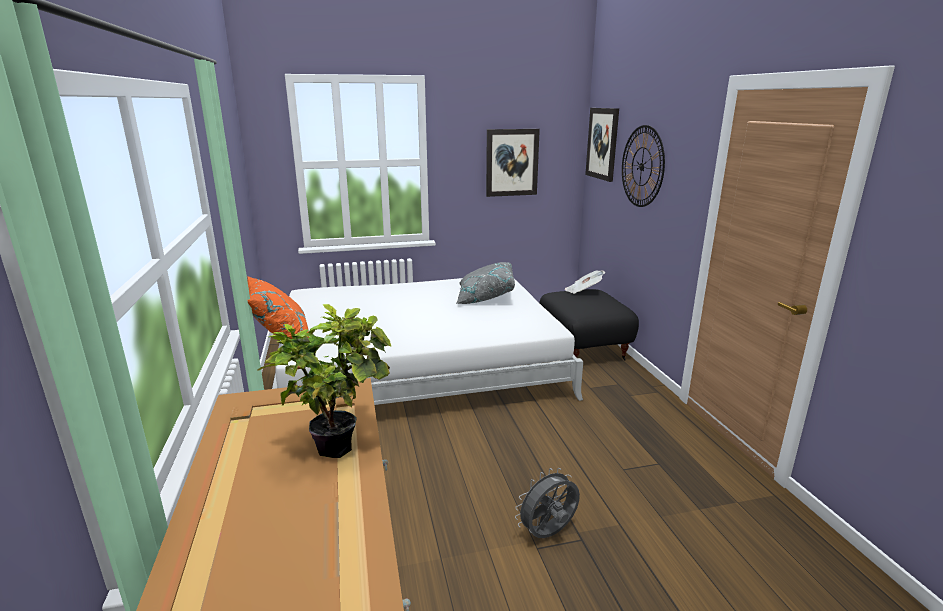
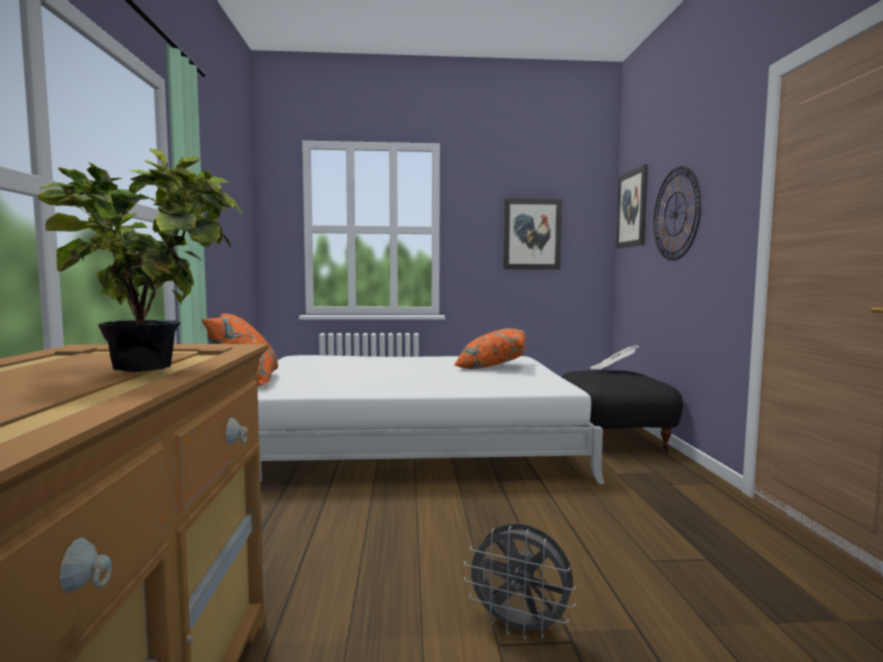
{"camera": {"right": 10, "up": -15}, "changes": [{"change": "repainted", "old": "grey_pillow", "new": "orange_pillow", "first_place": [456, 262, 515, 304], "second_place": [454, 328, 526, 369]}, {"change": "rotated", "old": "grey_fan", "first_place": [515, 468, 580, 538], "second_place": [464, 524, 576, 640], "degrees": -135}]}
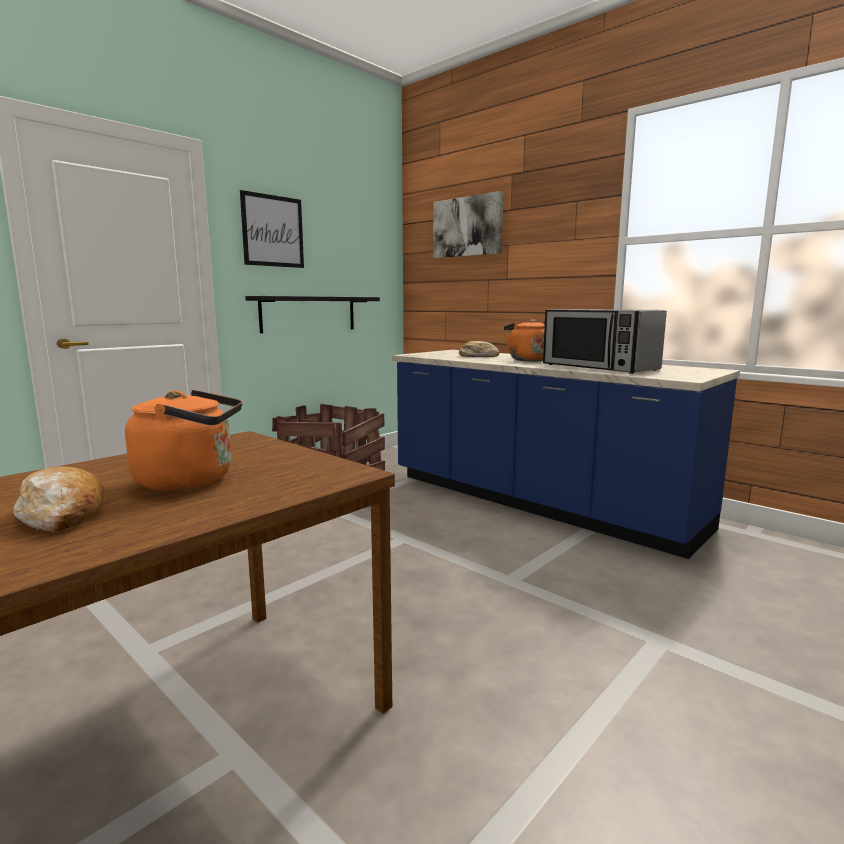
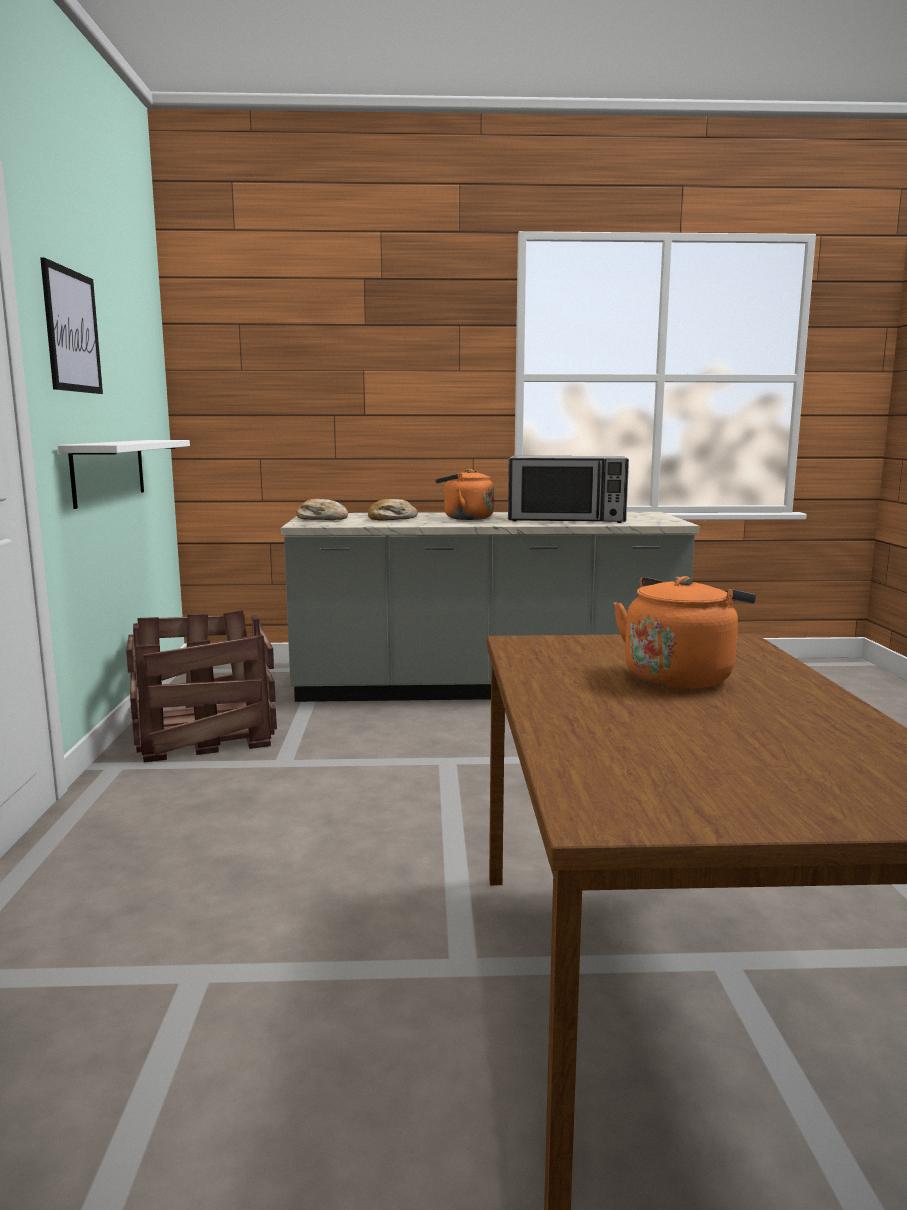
{"camera": {"right": -45, "up": 0}, "changes": [{"change": "shifted", "old": "bread", "first_place": [14, 467, 104, 532], "second_place": [296, 499, 348, 520]}, {"change": "repainted", "old": "black_shelf", "new": "white_shelf", "first_place": [245, 296, 380, 333], "second_place": [58, 440, 190, 509]}, {"change": "repainted", "old": "blue_counter", "new": "grey_counter", "first_place": [392, 350, 740, 559], "second_place": [281, 512, 699, 702]}, {"change": "gone", "old": "picture", "first_place": [433, 191, 503, 258]}]}
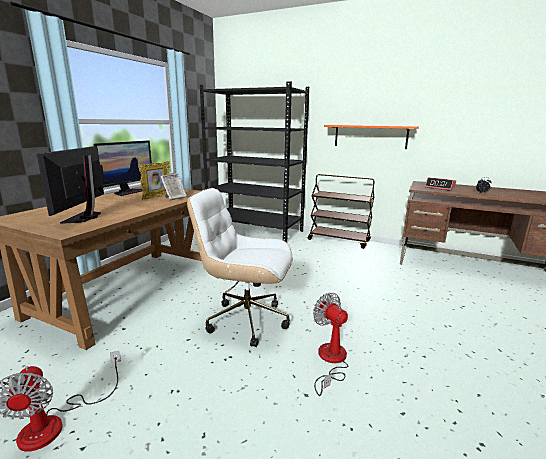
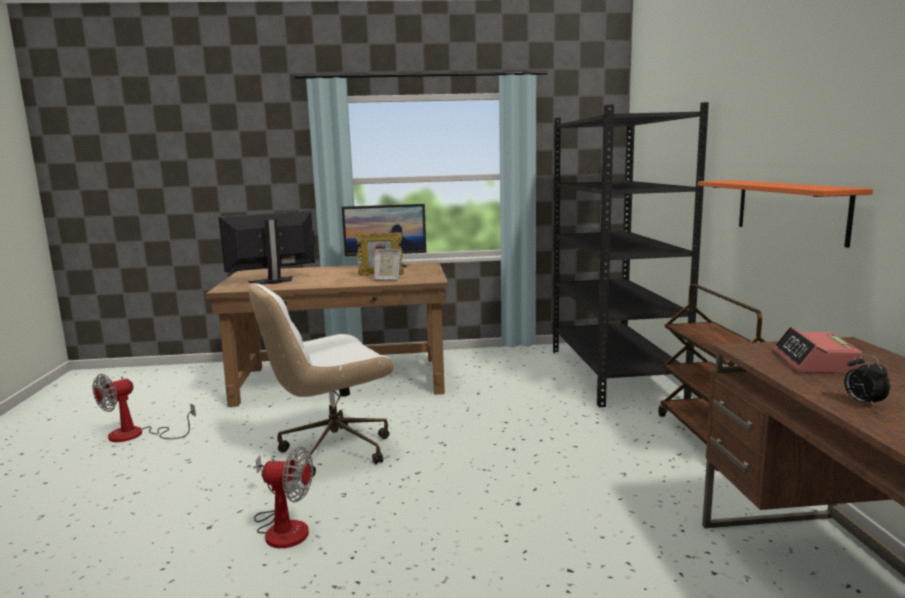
{"camera": {"right": 60, "up": -5}, "changes": [{"change": "rotated", "old": "white_office_chair", "first_place": [187, 188, 293, 347], "second_place": [249, 283, 394, 477], "degrees": -105}, {"change": "rotated", "old": "fan", "first_place": [313, 293, 348, 396], "second_place": [254, 446, 313, 548], "degrees": 75}]}
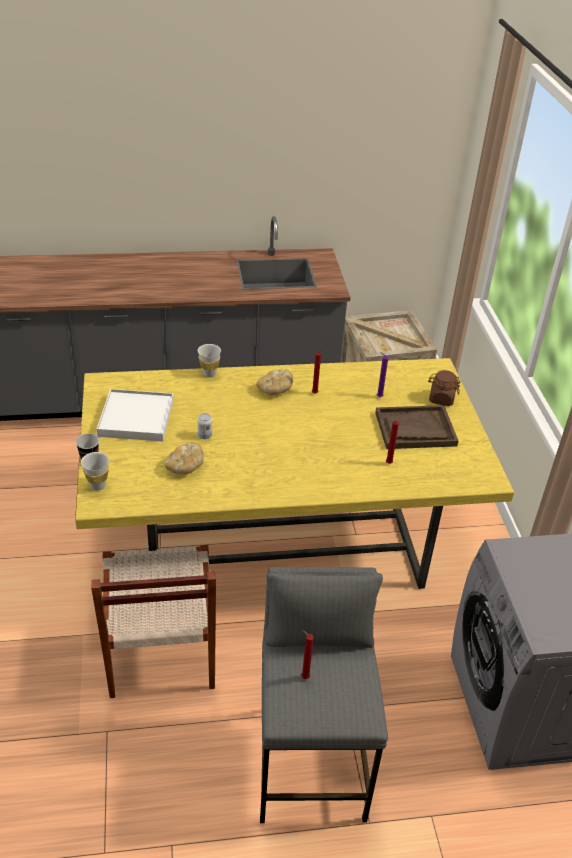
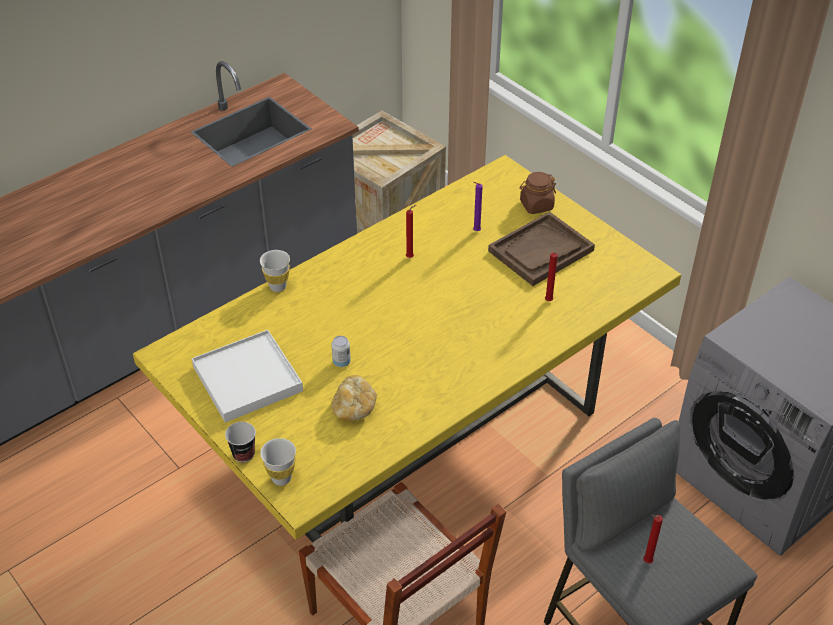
{"camera": {"right": -30, "up": 5}, "changes": [{"change": "gone", "old": "bread", "first_place": [256, 370, 293, 395]}]}
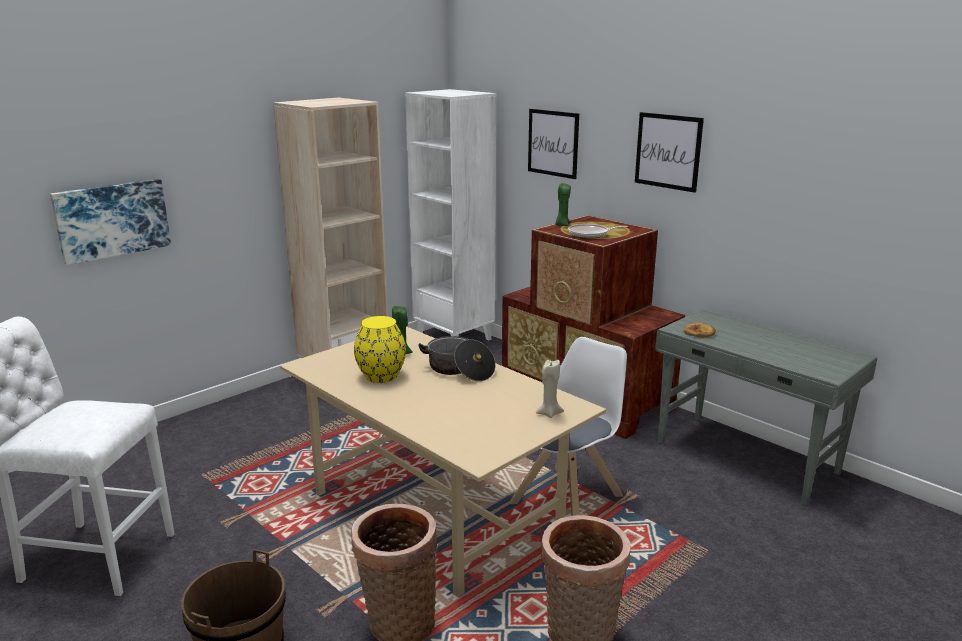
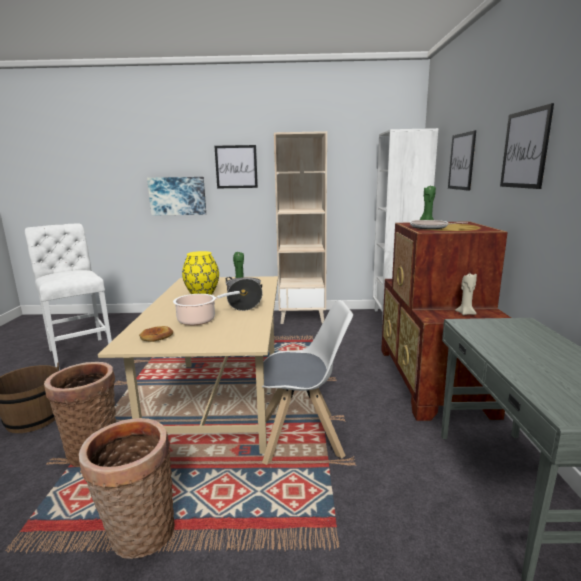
{"camera": {"right": 45, "up": -5}, "changes": [{"change": "shifted", "old": "beige_candle", "first_place": [536, 360, 564, 418], "second_place": [455, 273, 477, 315]}, {"change": "shifted", "old": "bread", "first_place": [684, 323, 716, 337], "second_place": [139, 326, 173, 342]}, {"change": "new", "new": "cooking_pot", "second_place": [173, 291, 240, 325]}, {"change": "new", "new": "picture", "second_place": [215, 145, 258, 188]}]}
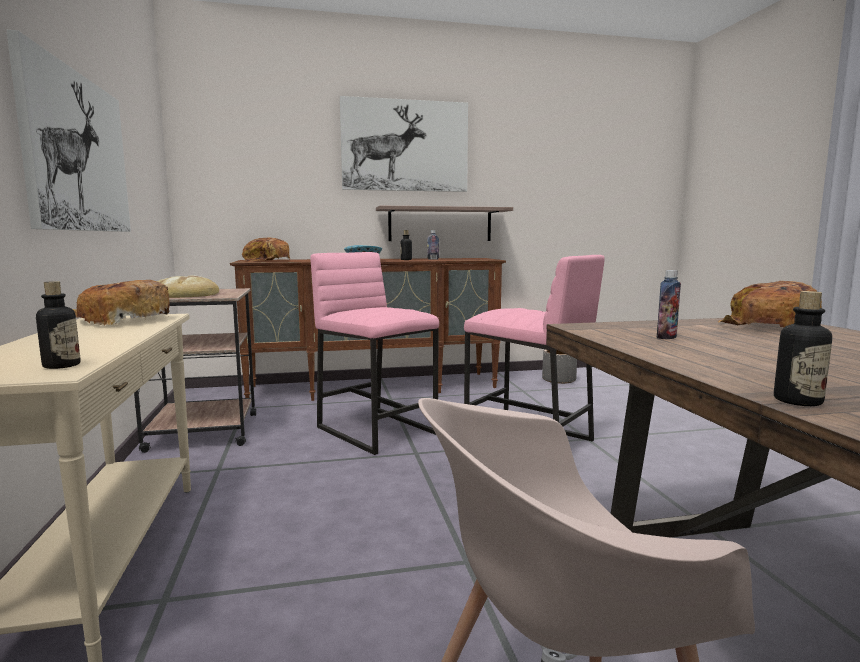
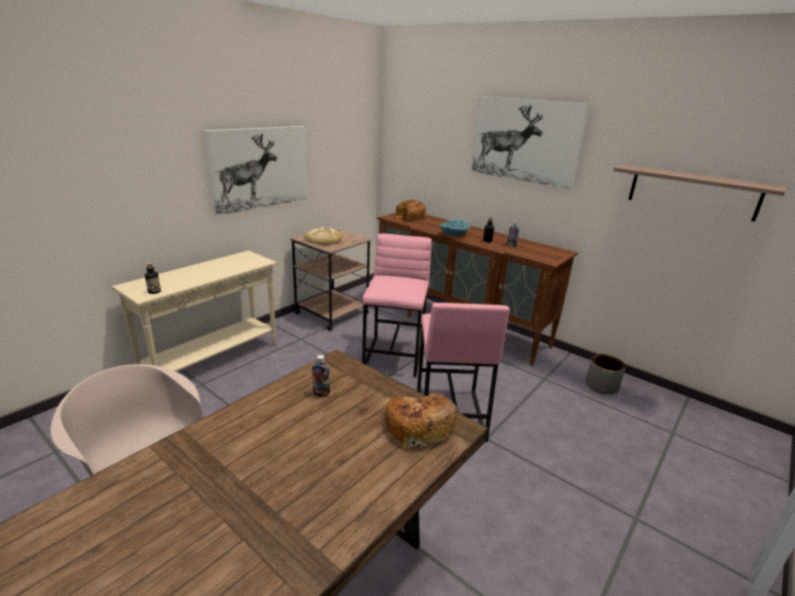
{"camera": {"right": 50, "up": 15}, "changes": [{"change": "gone", "old": "bread", "first_place": [73, 280, 170, 325]}, {"change": "shifted", "old": "shelf", "first_place": [376, 206, 513, 241], "second_place": [613, 164, 787, 222]}, {"change": "gone", "old": "bottle", "first_place": [774, 291, 832, 406]}]}
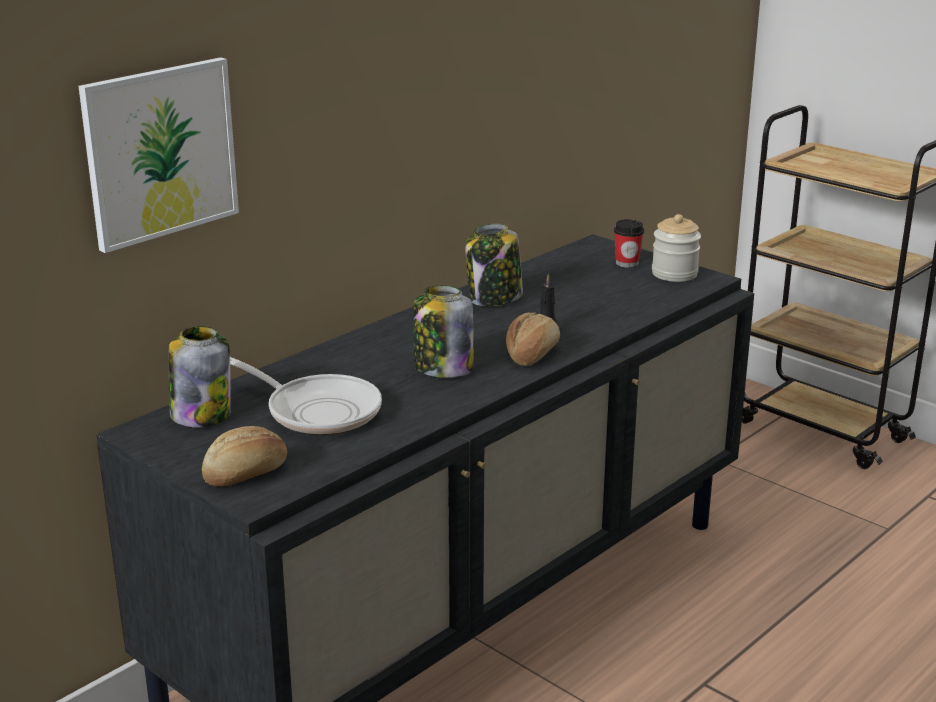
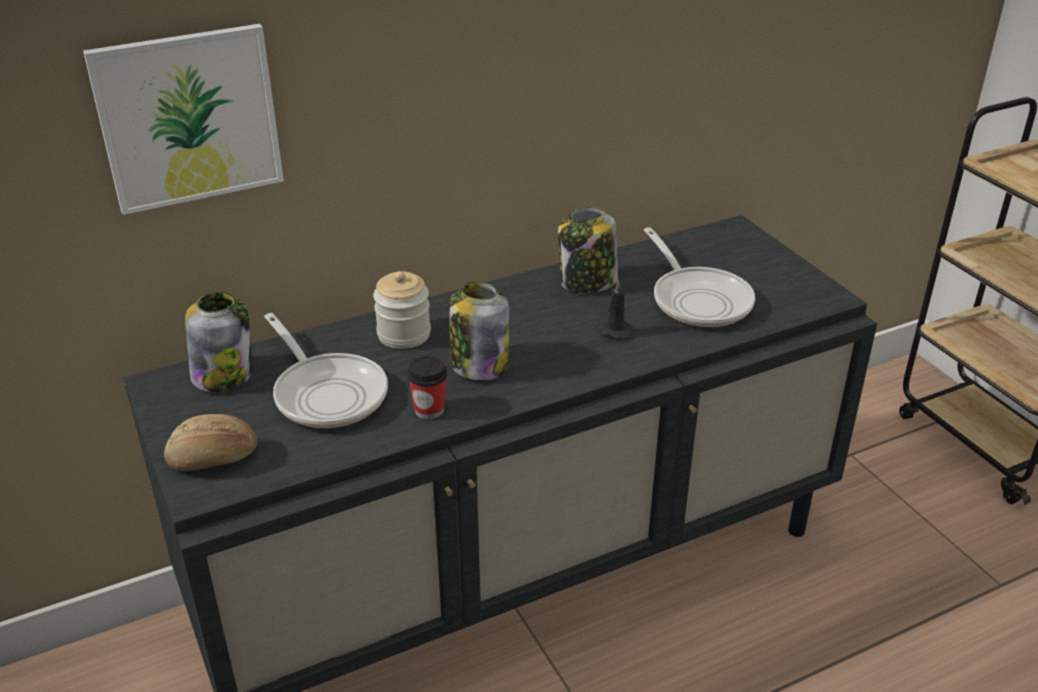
{"camera": {"right": 20, "up": 10}, "changes": [{"change": "gone", "old": "bread", "first_place": [506, 312, 560, 366]}, {"change": "shifted", "old": "cup", "first_place": [614, 219, 644, 268], "second_place": [407, 356, 447, 419]}, {"change": "shifted", "old": "jar", "first_place": [652, 214, 701, 282], "second_place": [373, 271, 431, 349]}, {"change": "new", "new": "frying_pan", "second_place": [644, 227, 755, 327]}]}
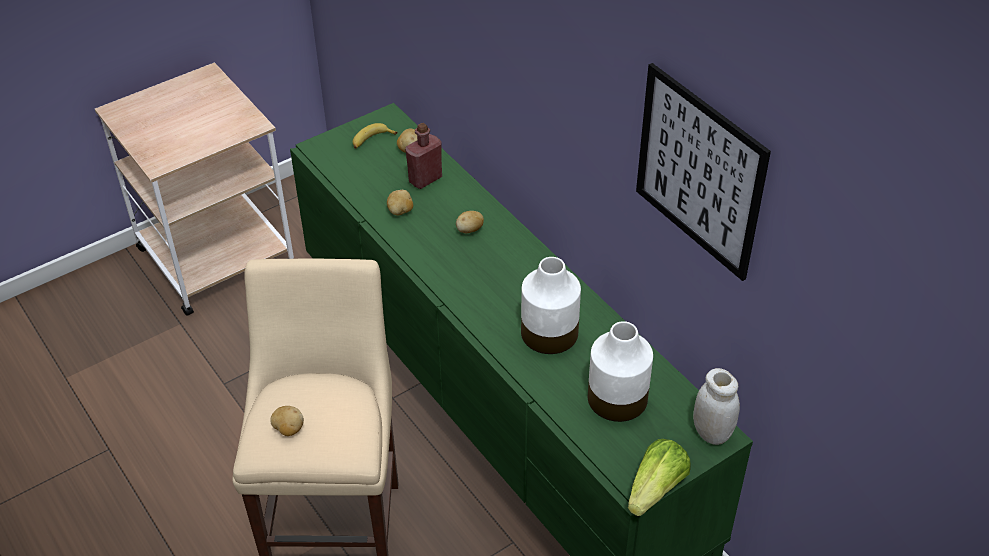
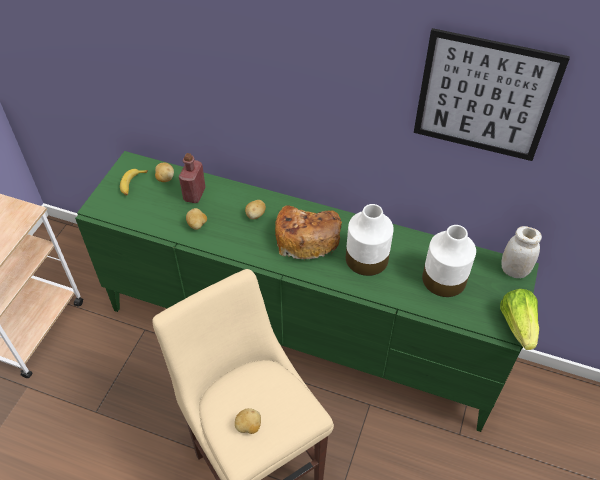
{"camera": {"right": -35, "up": 5}, "changes": [{"change": "new", "new": "bread", "second_place": [275, 206, 342, 260]}]}
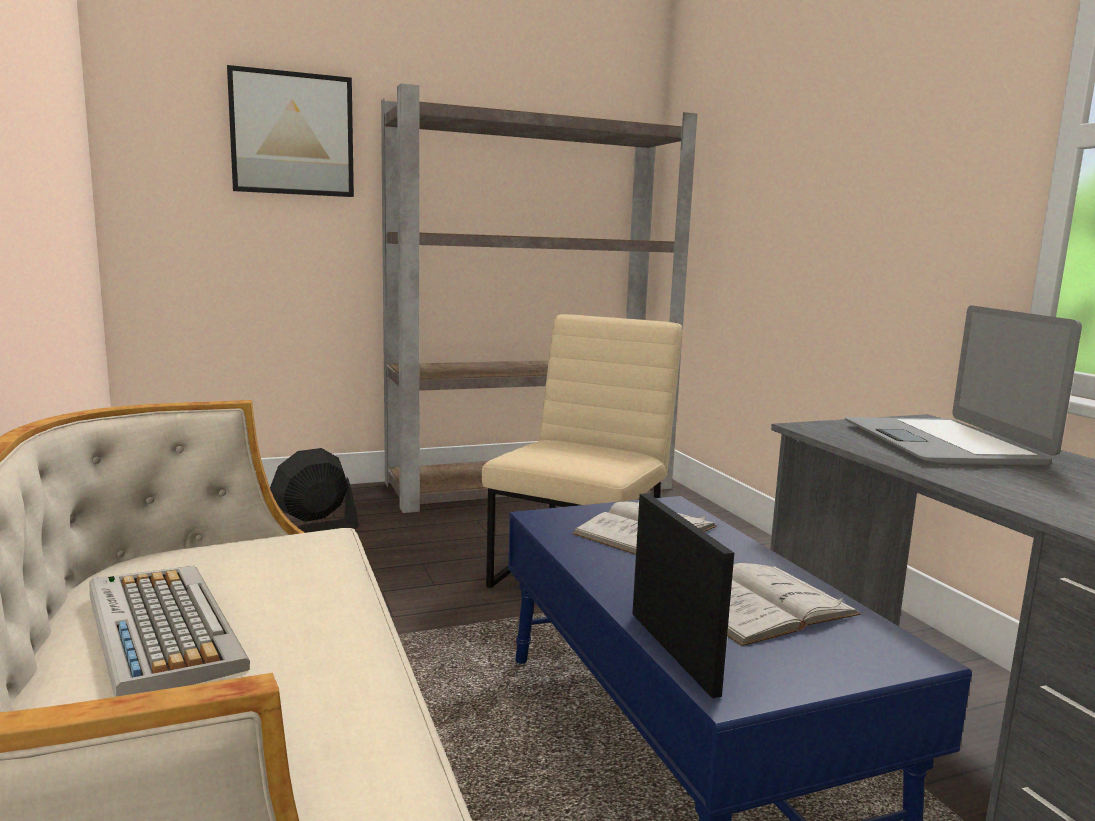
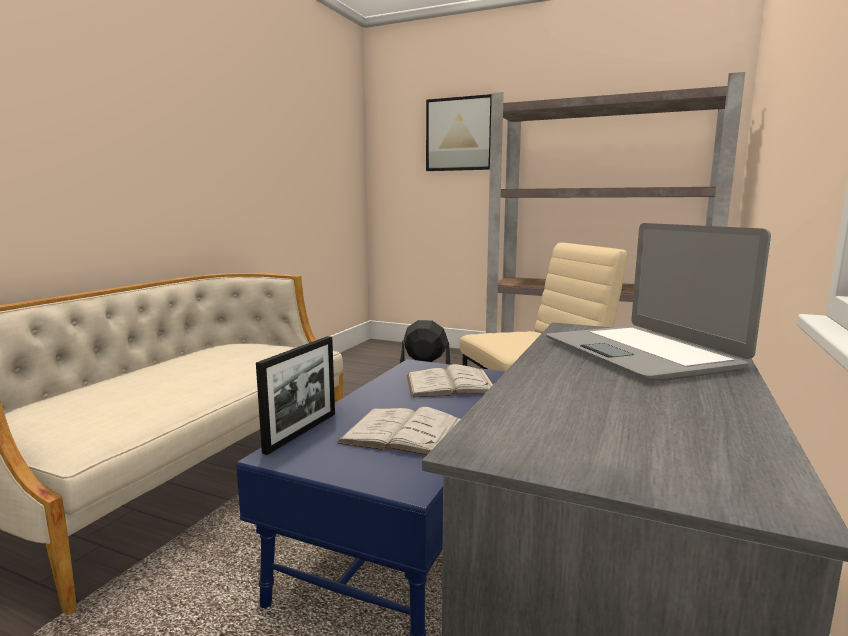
{"camera": {"right": 45, "up": 0}, "changes": [{"change": "gone", "old": "keyboard", "first_place": [90, 566, 250, 697]}, {"change": "rotated", "old": "laptop", "first_place": [845, 305, 1082, 467], "second_place": [546, 223, 771, 381], "degrees": -60}]}
